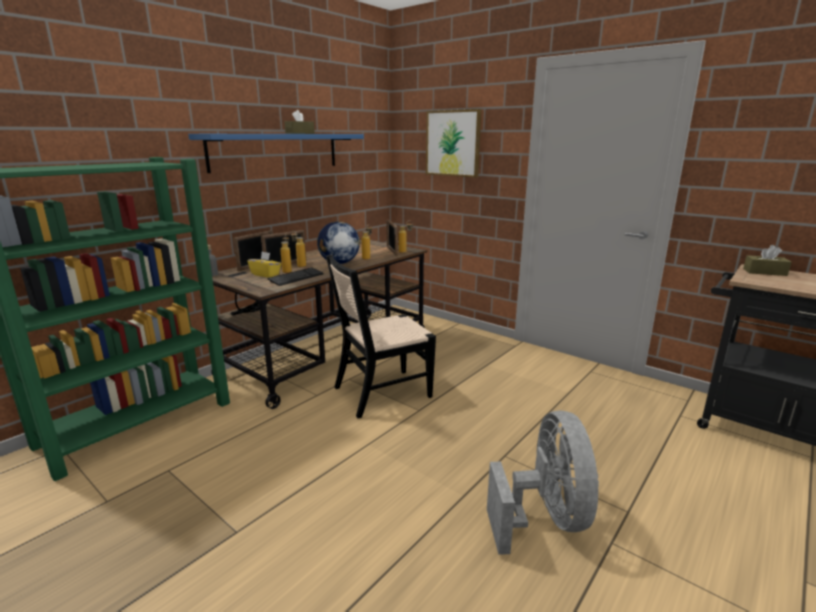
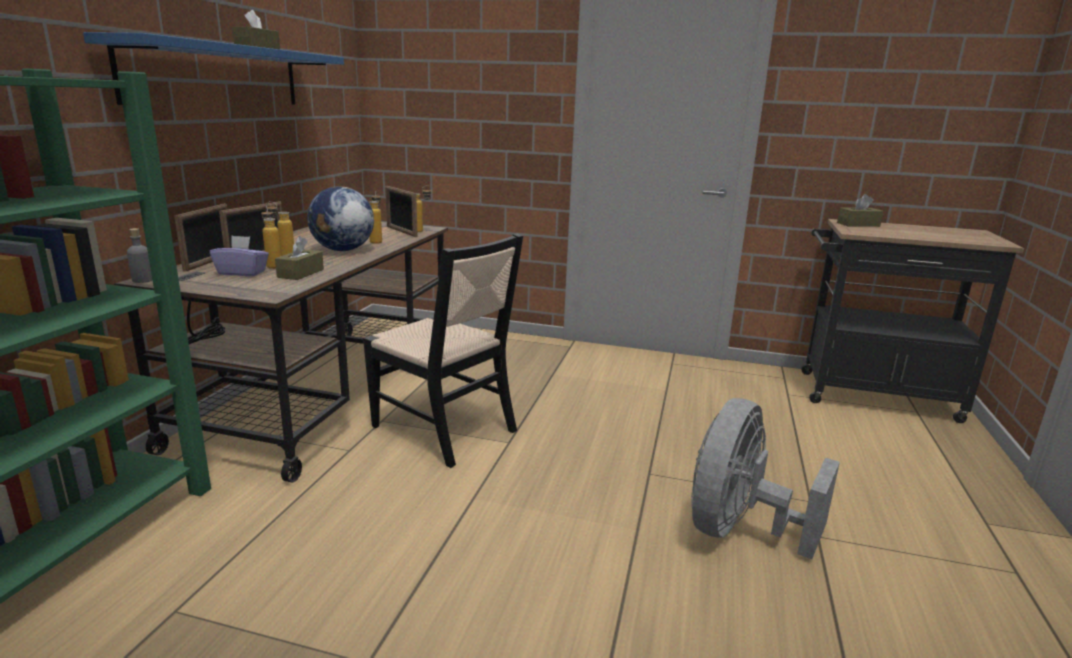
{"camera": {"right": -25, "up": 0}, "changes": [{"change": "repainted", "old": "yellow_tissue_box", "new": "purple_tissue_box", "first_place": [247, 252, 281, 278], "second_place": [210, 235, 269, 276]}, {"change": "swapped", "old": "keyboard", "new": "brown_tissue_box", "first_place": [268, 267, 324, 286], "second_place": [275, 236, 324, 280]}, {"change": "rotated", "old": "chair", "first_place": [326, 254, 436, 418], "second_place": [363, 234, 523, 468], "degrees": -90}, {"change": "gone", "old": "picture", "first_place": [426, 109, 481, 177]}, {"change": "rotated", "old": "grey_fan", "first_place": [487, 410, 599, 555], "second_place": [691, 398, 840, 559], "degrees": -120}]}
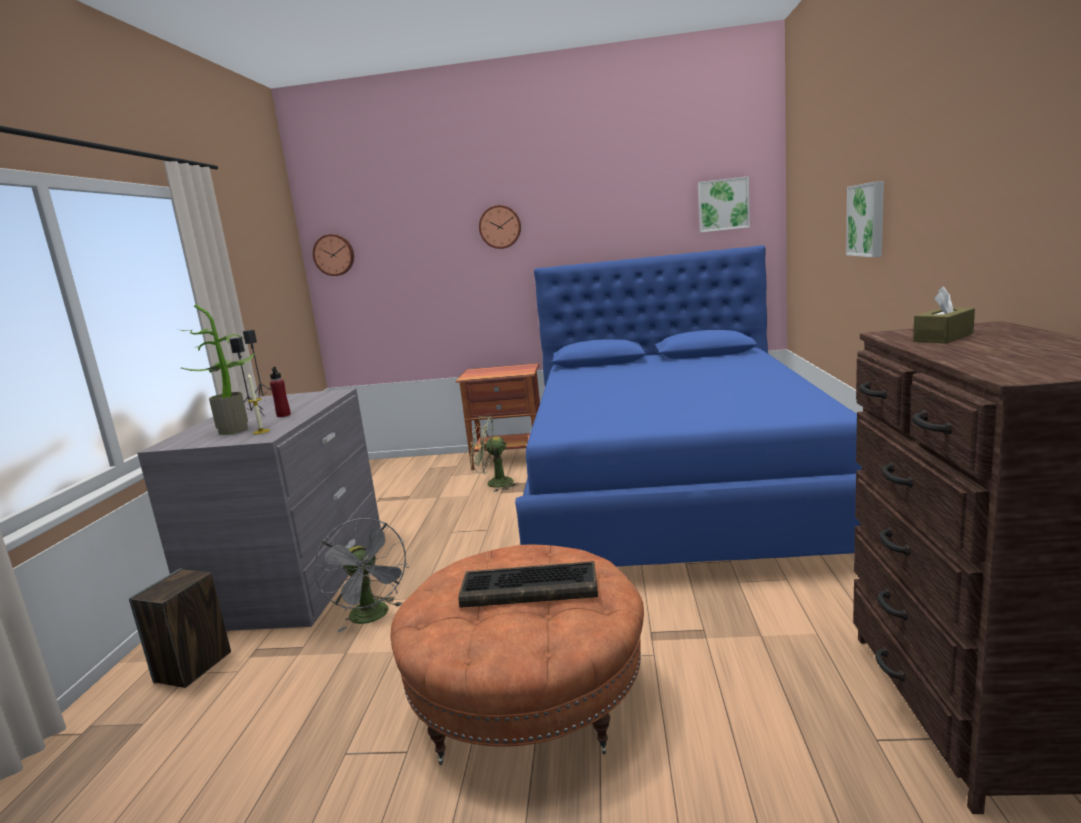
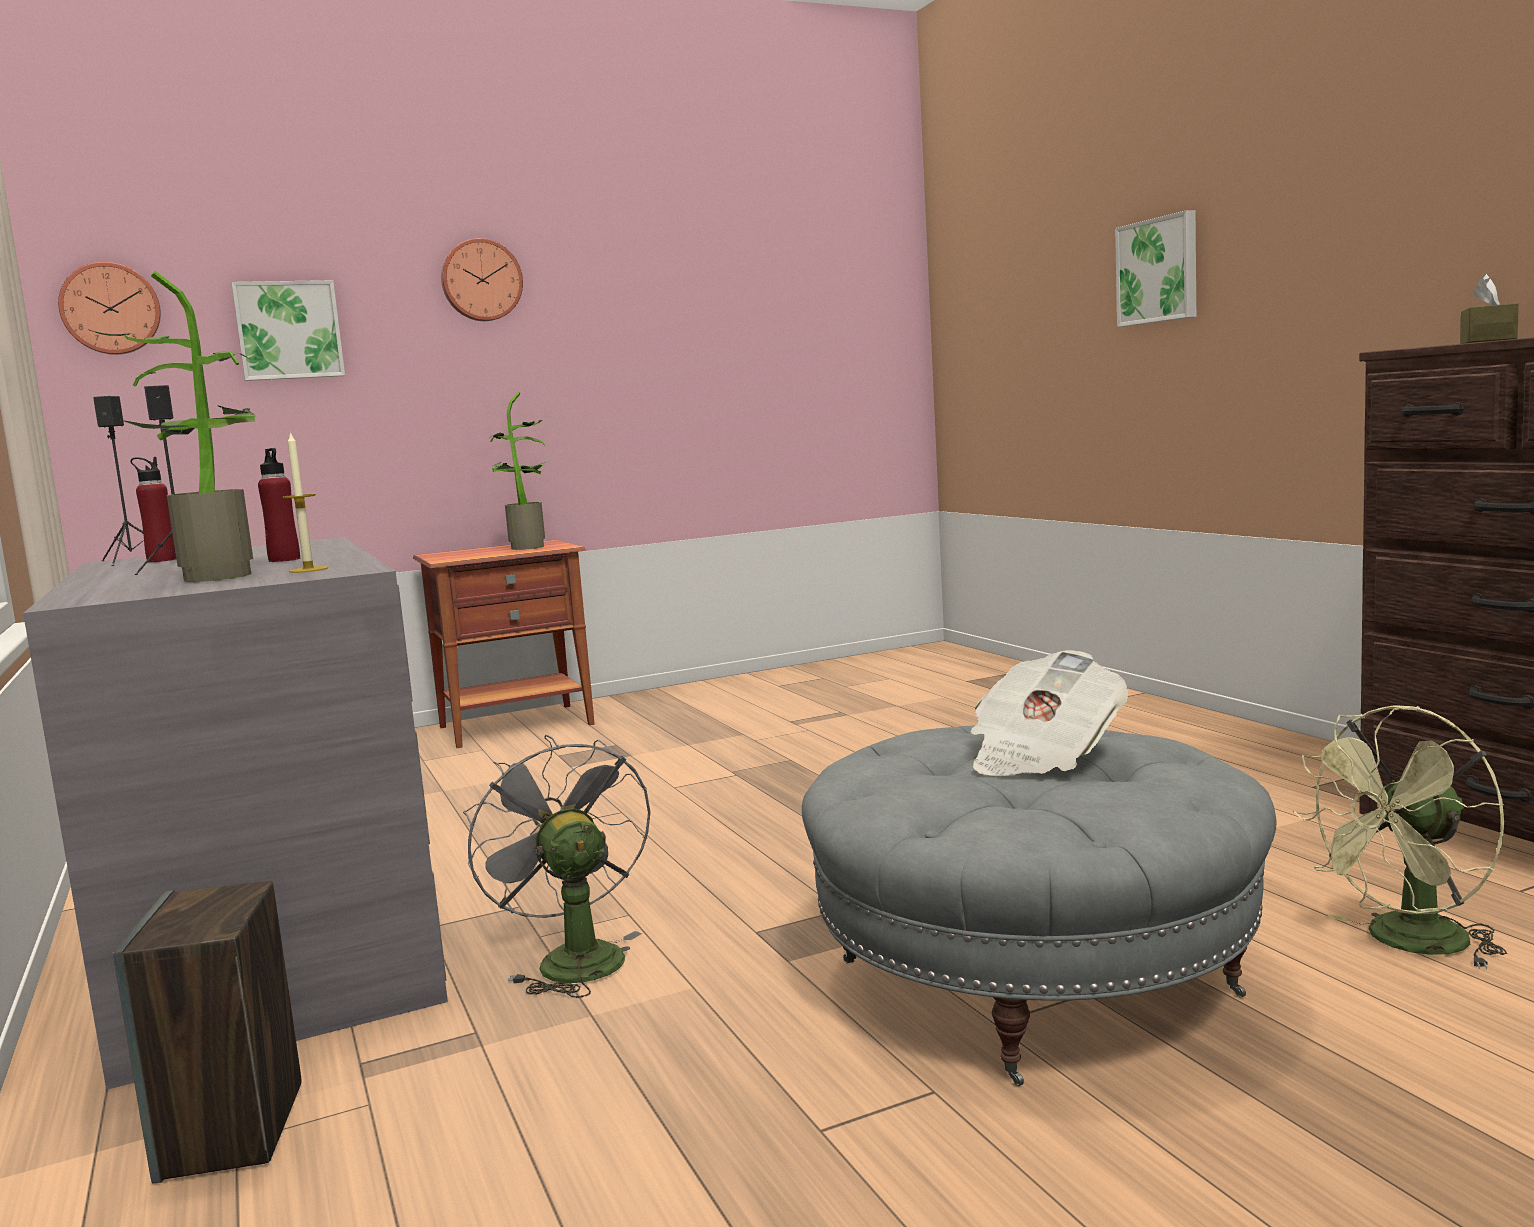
{"camera": {"right": -30, "up": -5}, "changes": [{"change": "rotated", "old": "grey_fan", "first_place": [314, 518, 409, 632], "second_place": [463, 735, 651, 998], "degrees": -150}, {"change": "repainted", "old": "brown_ottoman", "new": "grey_ottoman", "first_place": [391, 545, 644, 765], "second_place": [802, 725, 1277, 1086]}, {"change": "swapped", "old": "keyboard", "new": "newspaper", "first_place": [458, 561, 598, 608], "second_place": [970, 650, 1129, 776]}, {"change": "shifted", "old": "green_fan", "first_place": [471, 416, 521, 492], "second_place": [1293, 705, 1507, 969]}, {"change": "gone", "old": "blue_bed", "first_place": [515, 245, 862, 566]}, {"change": "shifted", "old": "picture", "first_place": [698, 176, 750, 232], "second_place": [231, 280, 345, 381]}, {"change": "new", "new": "red_bottle", "second_place": [130, 457, 176, 562]}, {"change": "new", "new": "potted_plant", "second_place": [488, 392, 554, 550]}]}
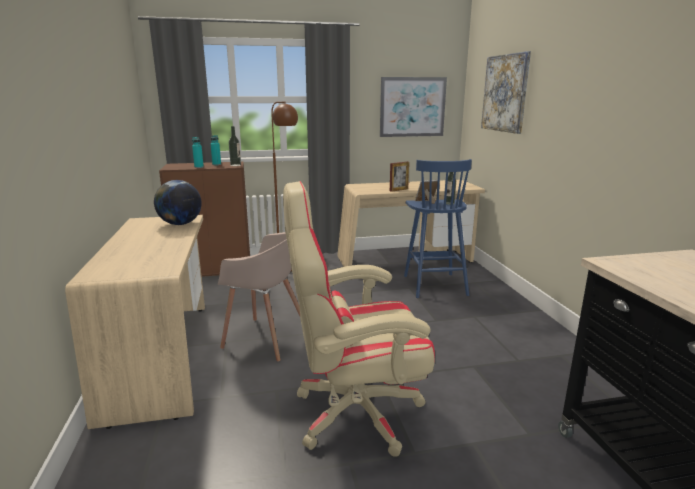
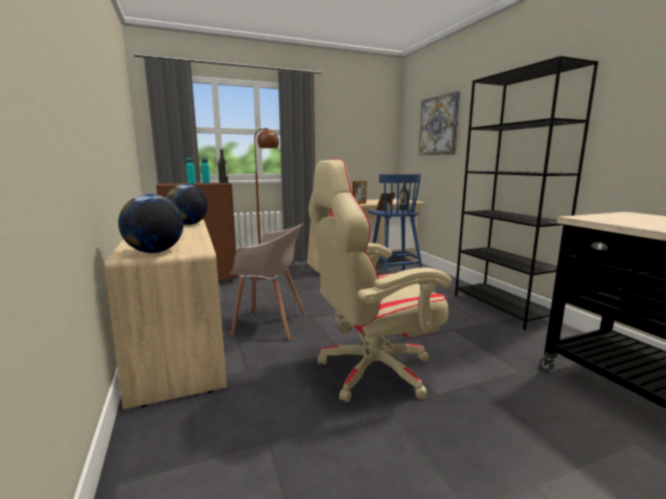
{"camera": {"right": -10, "up": -5}, "changes": [{"change": "gone", "old": "picture", "first_place": [380, 77, 447, 137]}, {"change": "new", "new": "globe", "second_place": [118, 194, 183, 253]}, {"change": "new", "new": "black_bookcase", "second_place": [455, 56, 598, 330]}]}
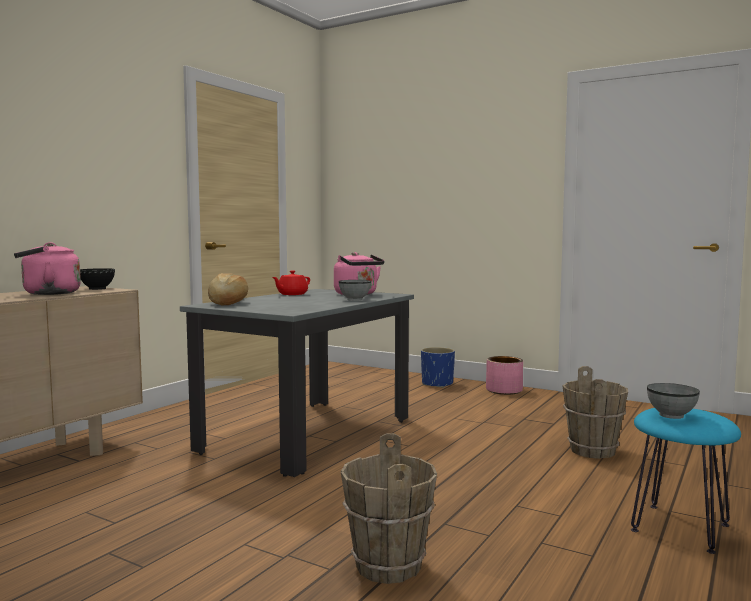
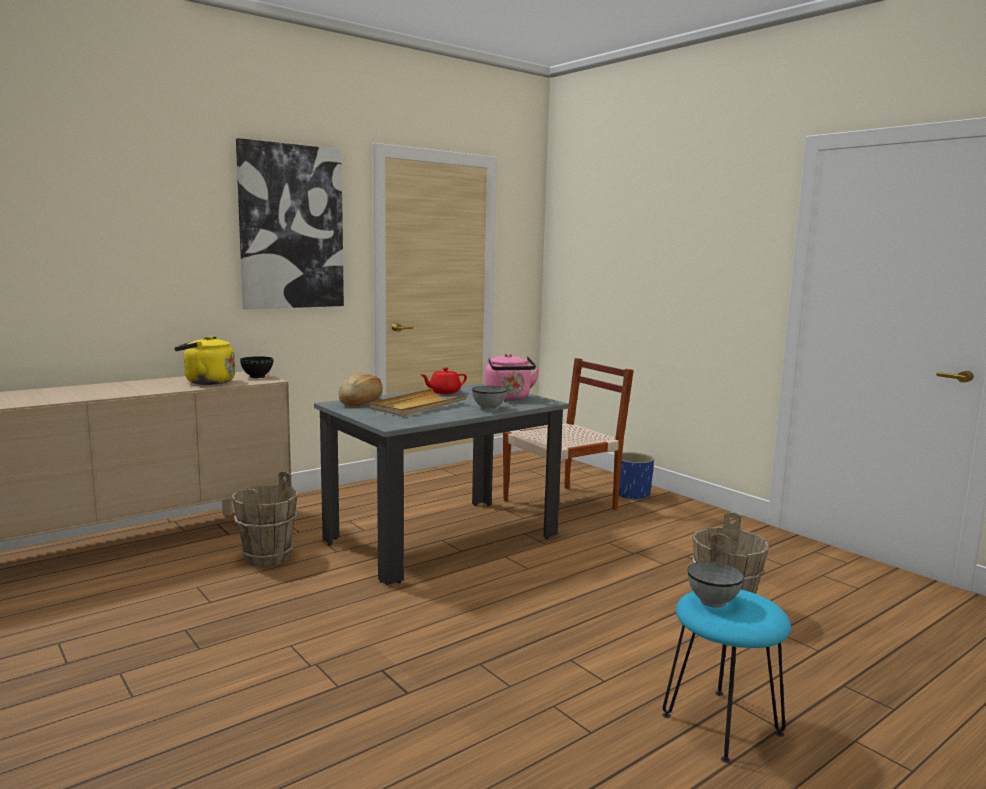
{"camera": {"right": 20, "up": 5}, "changes": [{"change": "repainted", "old": "pink_kettle", "new": "yellow_kettle", "first_place": [14, 242, 81, 295], "second_place": [174, 336, 235, 385]}, {"change": "shifted", "old": "brown_bucket", "first_place": [341, 433, 437, 584], "second_place": [232, 471, 298, 567]}, {"change": "gone", "old": "pink_planter", "first_place": [486, 356, 523, 395]}, {"change": "new", "new": "picture", "second_place": [236, 138, 344, 309]}, {"change": "new", "new": "beige_tray", "second_place": [370, 389, 468, 417]}, {"change": "new", "new": "chair", "second_place": [503, 358, 634, 510]}]}
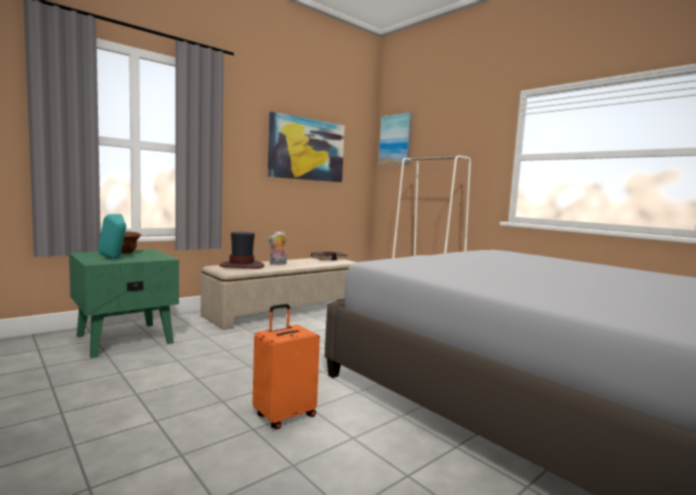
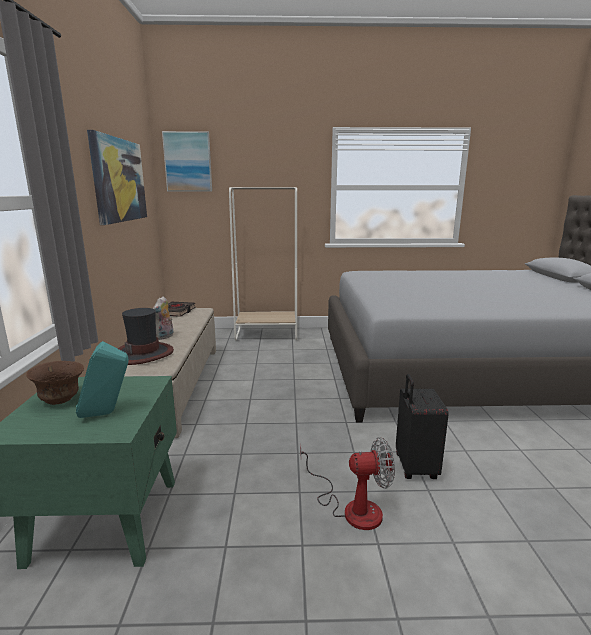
{"camera": {"right": -50, "up": 10}, "changes": [{"change": "repainted", "old": "orange_suitcase", "new": "black_suitcase", "first_place": [253, 304, 320, 429], "second_place": [396, 374, 449, 479]}, {"change": "new", "new": "fan", "second_place": [300, 437, 395, 530]}]}
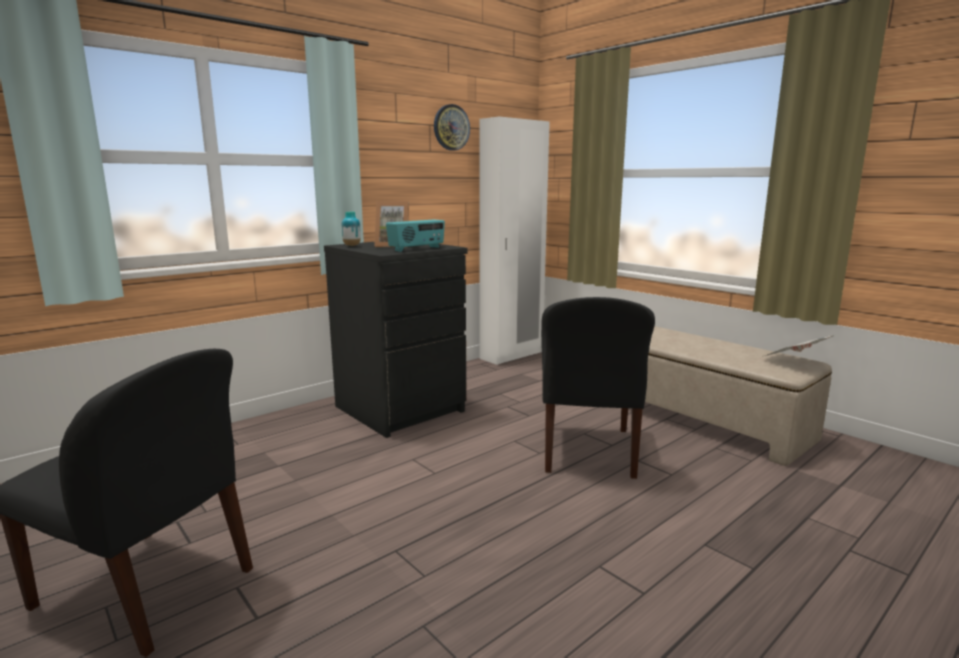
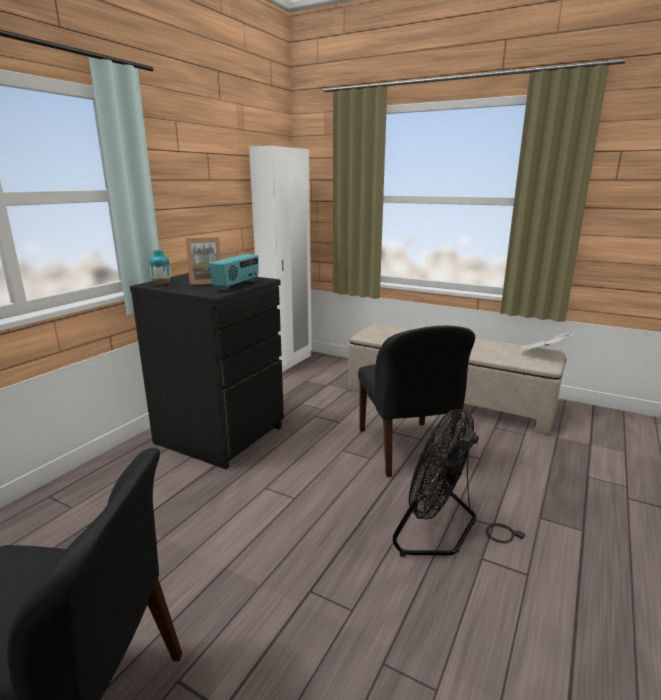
{"camera": {"right": -20, "up": 5}, "changes": [{"change": "gone", "old": "wall_clock", "first_place": [434, 104, 470, 151]}, {"change": "new", "new": "black_fan", "second_place": [393, 409, 527, 557]}]}
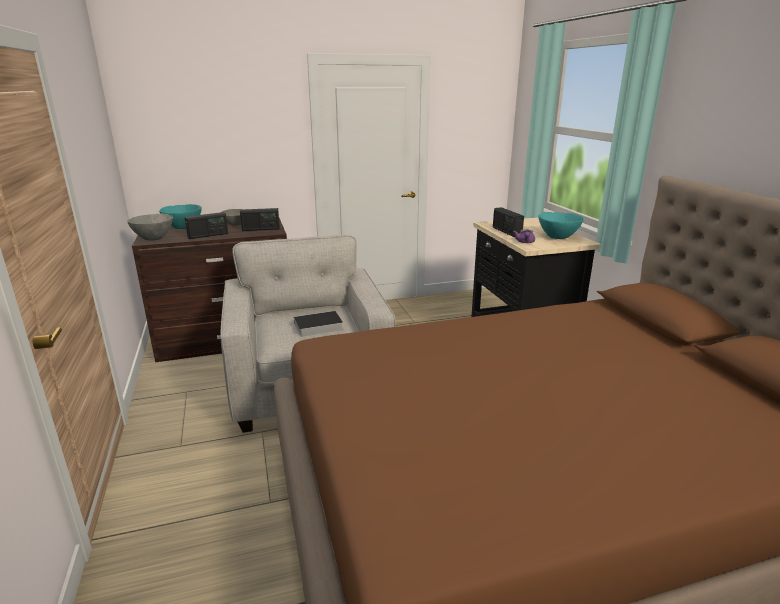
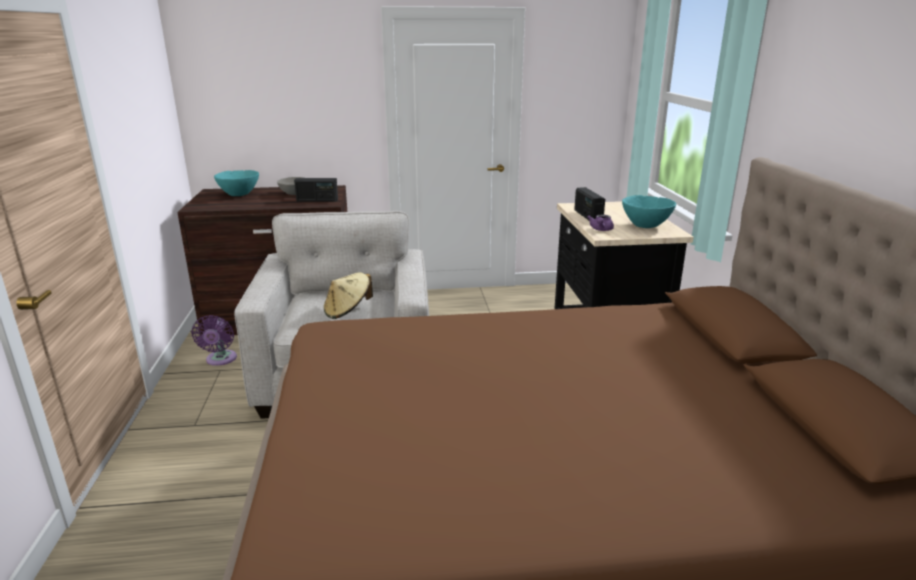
{"camera": {"right": 10, "up": 0}, "changes": [{"change": "gone", "old": "grey_bowl", "first_place": [127, 214, 173, 240]}, {"change": "gone", "old": "radio", "first_place": [184, 212, 228, 239]}, {"change": "swapped", "old": "book", "new": "beige_hat", "first_place": [287, 311, 343, 337], "second_place": [324, 272, 373, 319]}, {"change": "new", "new": "purple_fan", "second_place": [191, 315, 237, 366]}]}
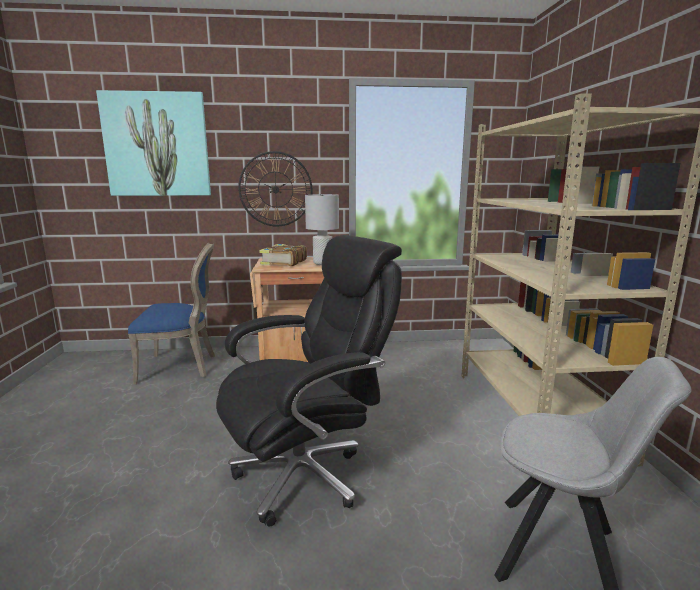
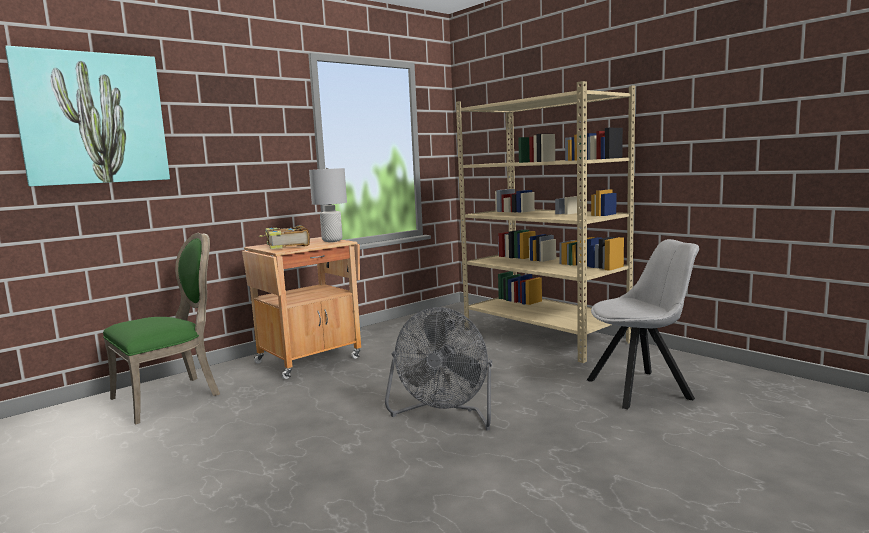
{"camera": {"right": -35, "up": -5}, "changes": [{"change": "repainted", "old": "blue_chair", "new": "green_chair", "first_place": [128, 243, 215, 384], "second_place": [103, 233, 220, 425]}, {"change": "swapped", "old": "black_office_chair", "new": "grey_fan", "first_place": [216, 235, 402, 526], "second_place": [385, 307, 492, 431]}, {"change": "gone", "old": "wall_clock", "first_place": [238, 151, 313, 227]}]}
